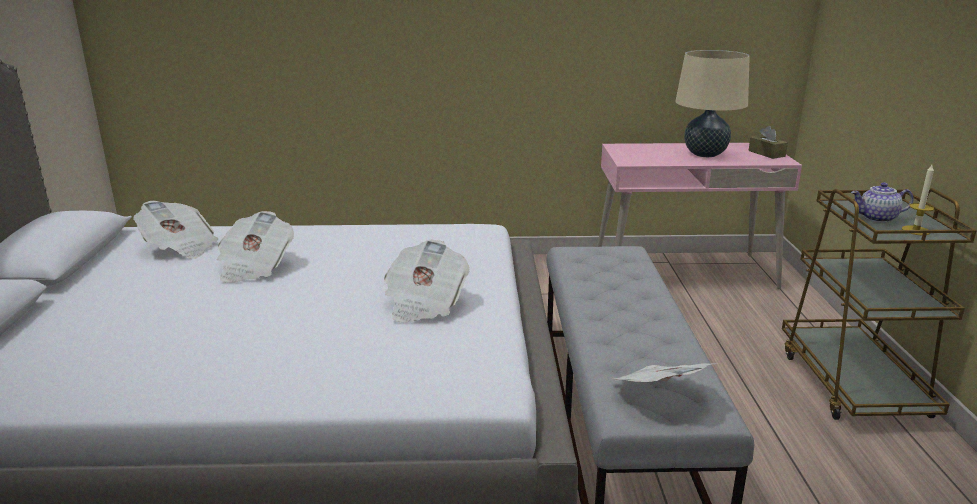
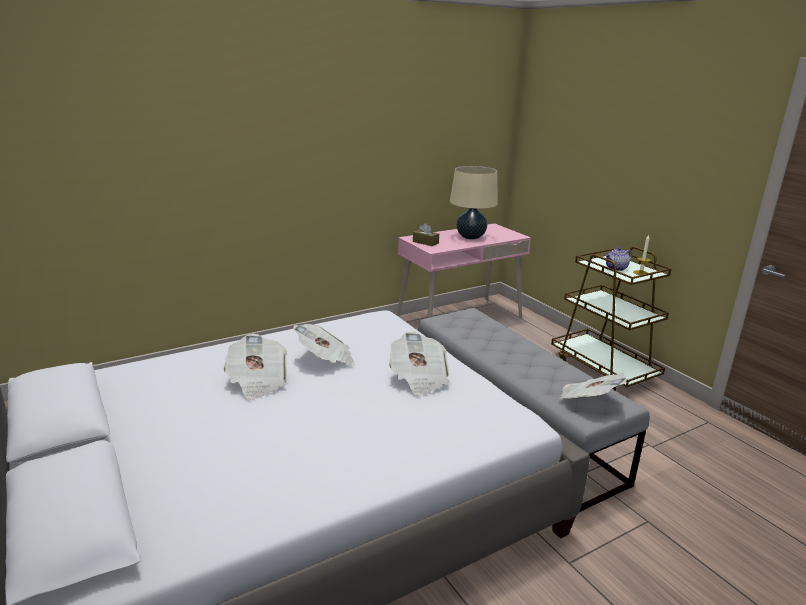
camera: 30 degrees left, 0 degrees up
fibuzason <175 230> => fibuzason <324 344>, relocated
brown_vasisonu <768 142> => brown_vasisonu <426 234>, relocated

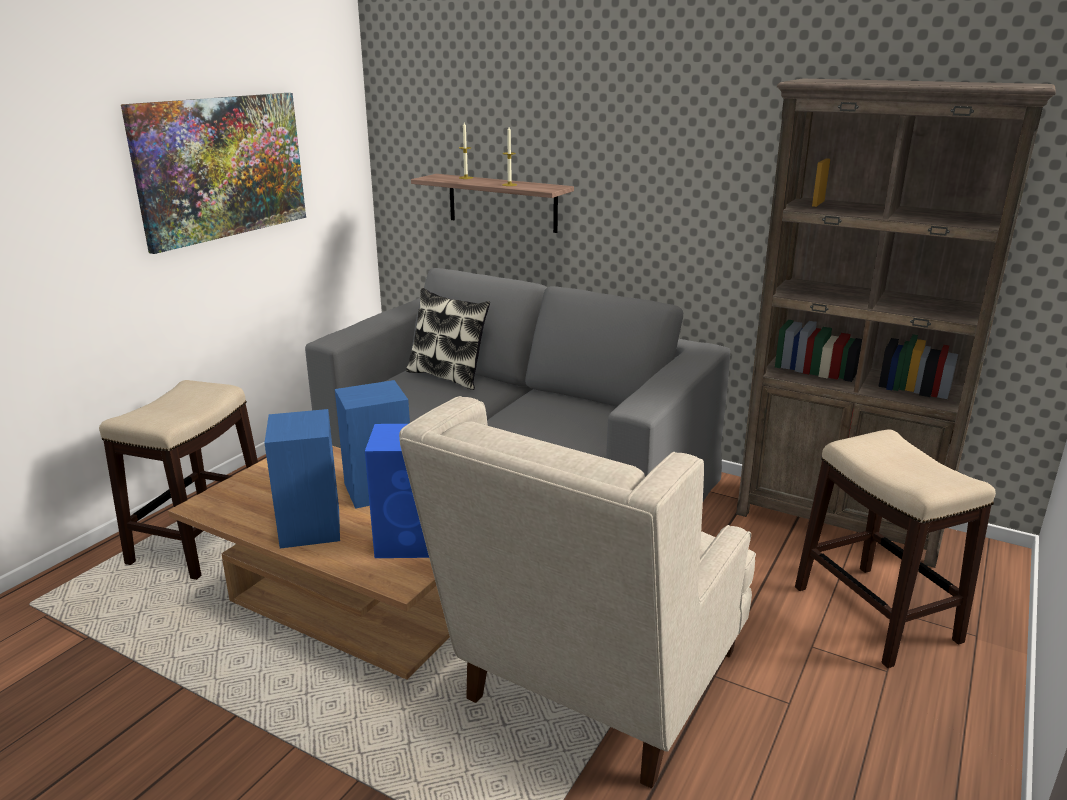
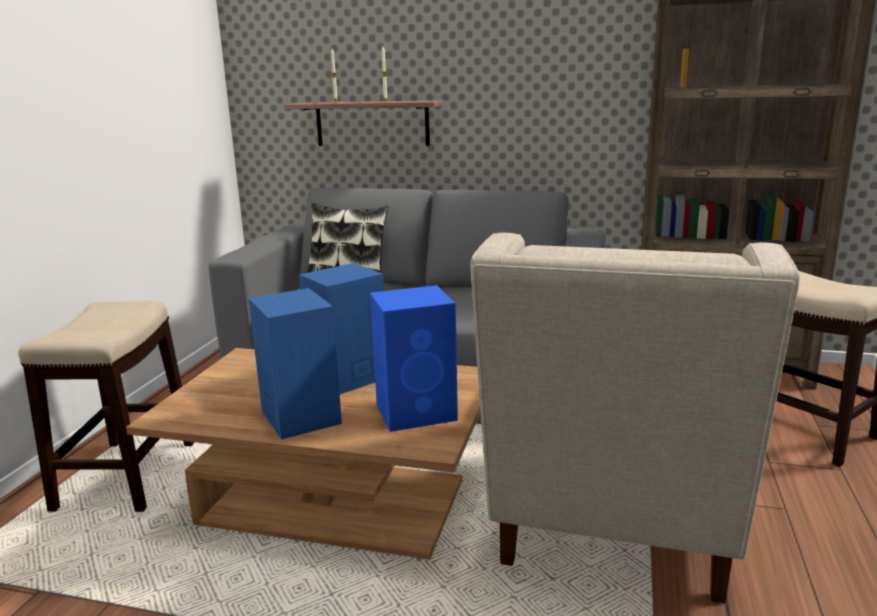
camera: 15 degrees left, 5 degrees down
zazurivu <213 173> => nothing

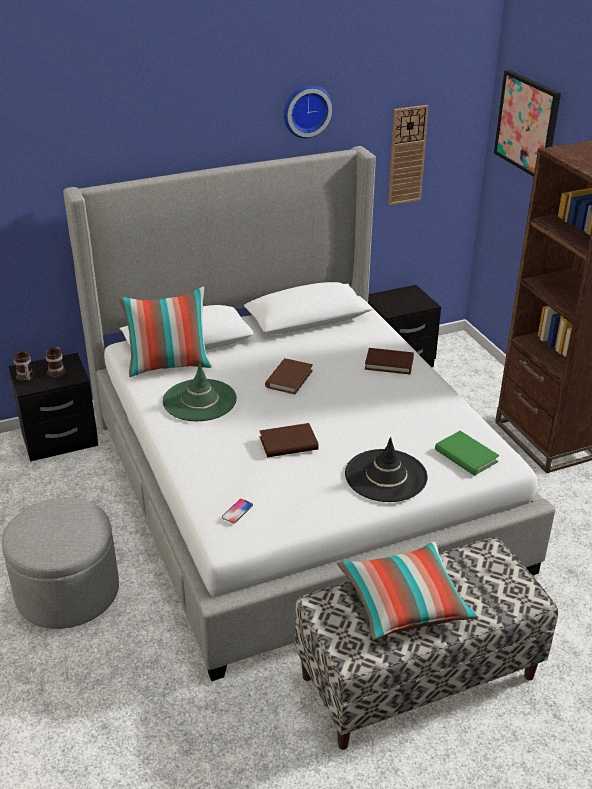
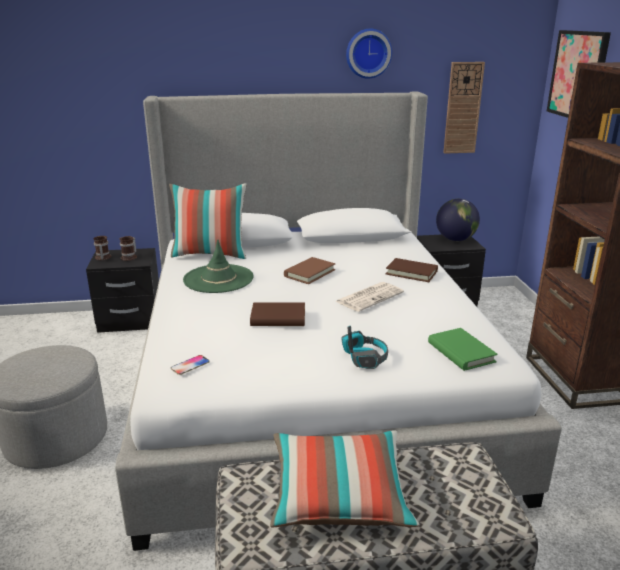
camera: 15 degrees right, 10 degrees down
nothing => fibuzason <369 297>
nothing => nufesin <458 220>
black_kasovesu <386 469> => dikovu <364 347>

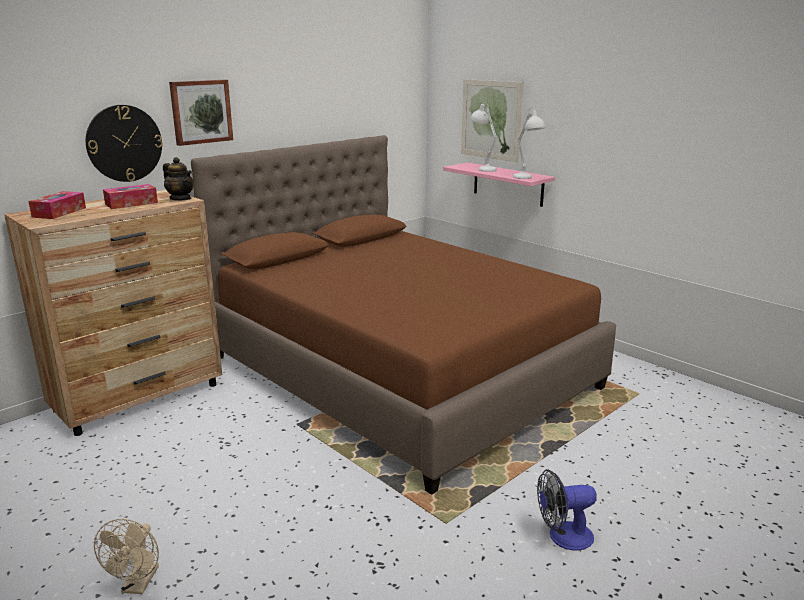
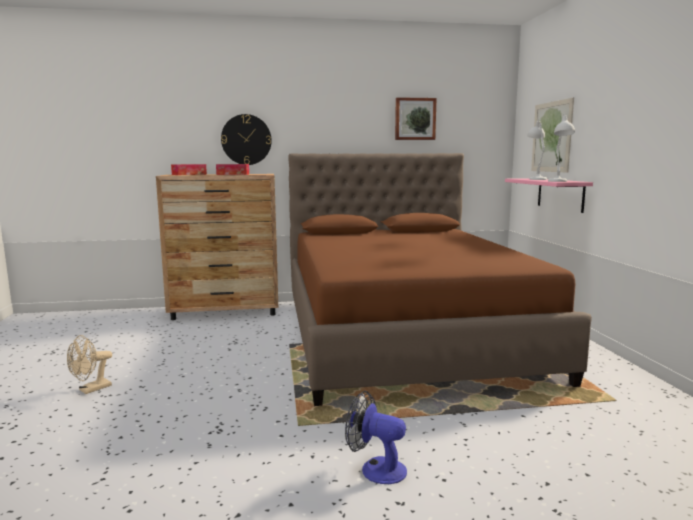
camera: 35 degrees right, 10 degrees down
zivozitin <178 178> => nothing
zazurivu <201 113> => zazurivu <416 118>, relocated

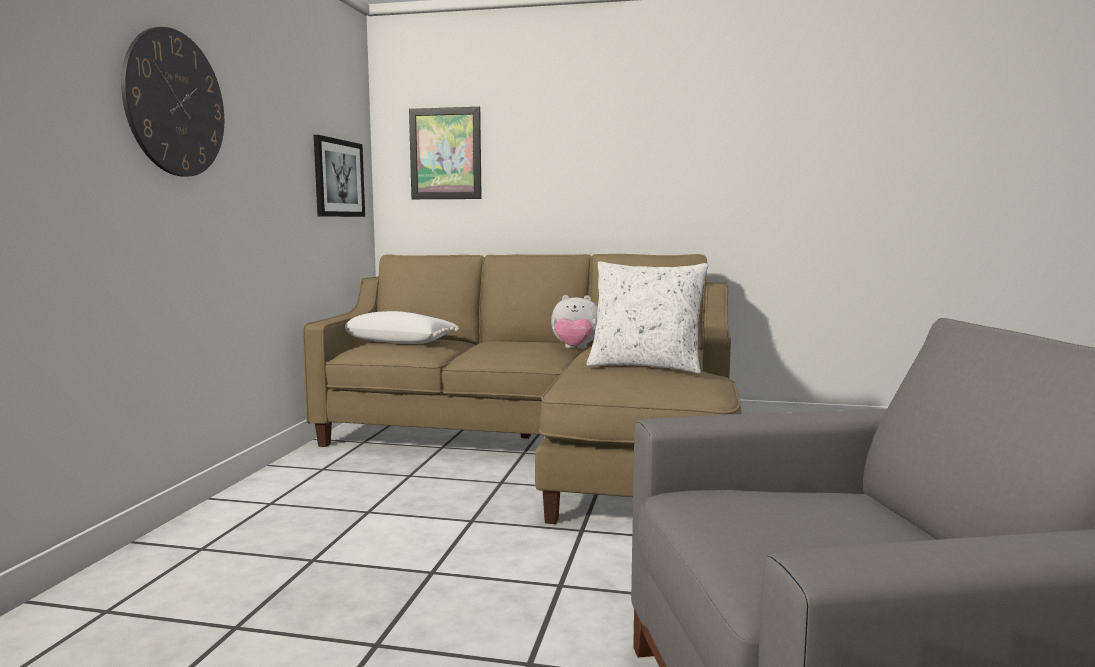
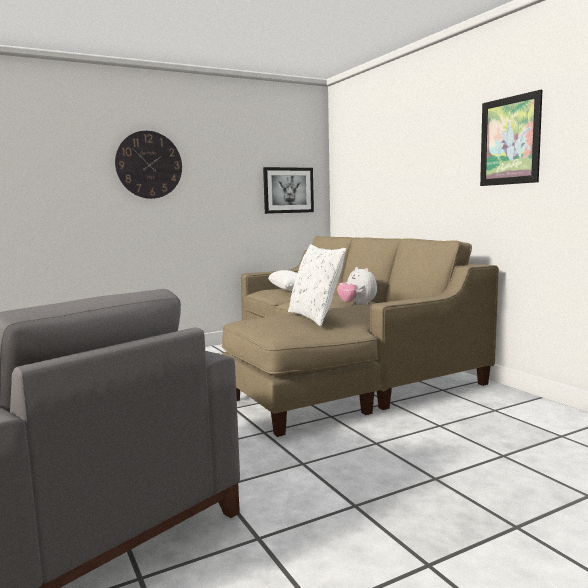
camera: 50 degrees right, 0 degrees up
zazurivu <445 153> => zazurivu <511 138>, relocated

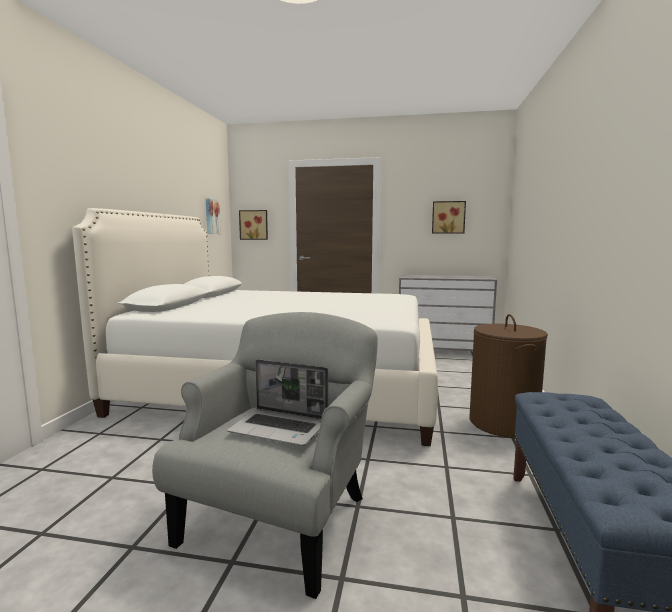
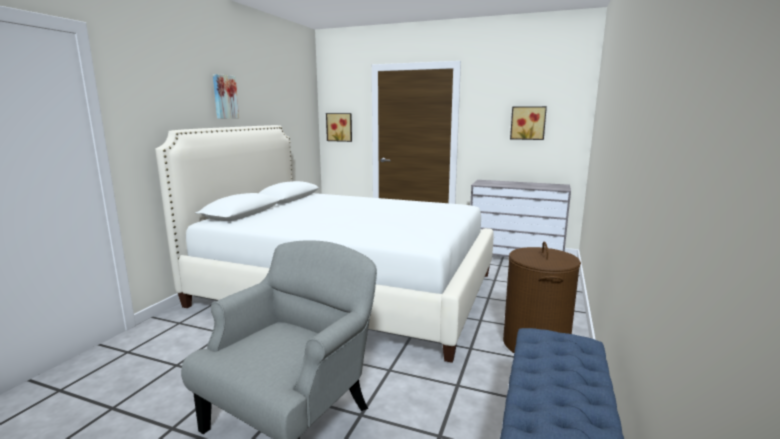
camera: 10 degrees right, 5 degrees up
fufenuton <277 402> => nothing
zazurivu <213 216> => zazurivu <226 96>, relocated

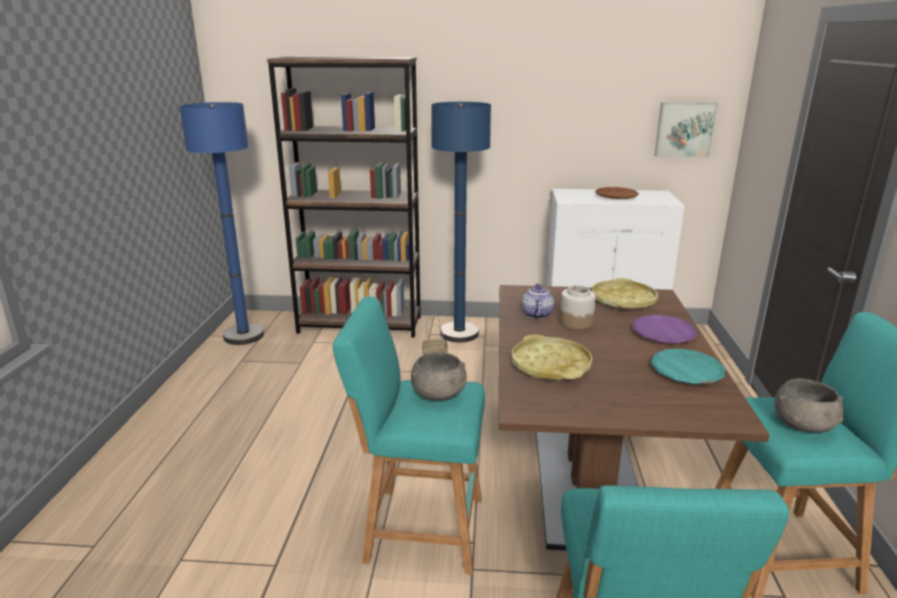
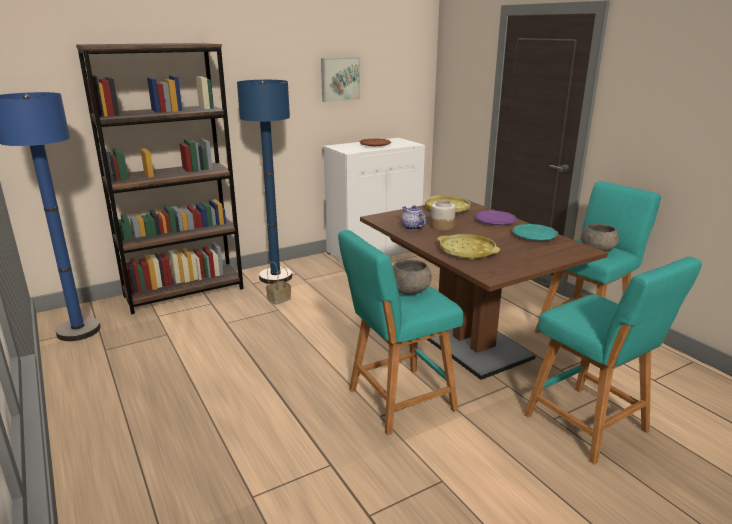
camera: 35 degrees left, 0 degrees up
zazurivu <686 130> => zazurivu <340 79>, relocated

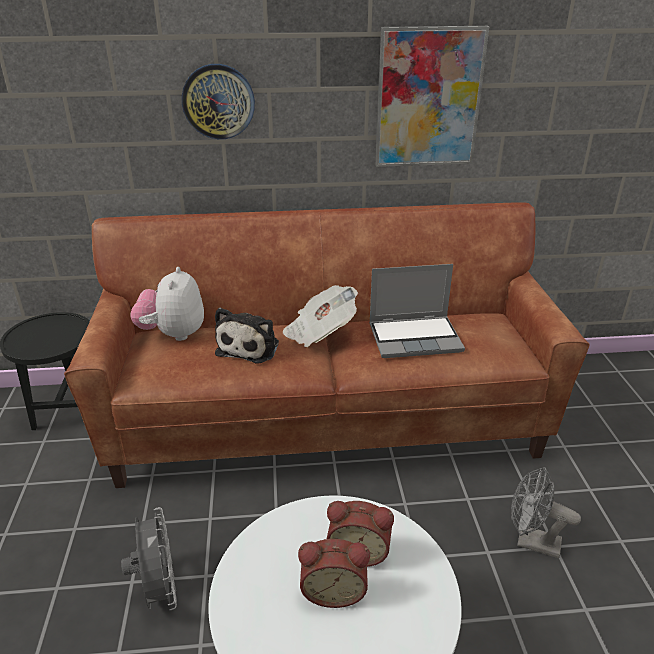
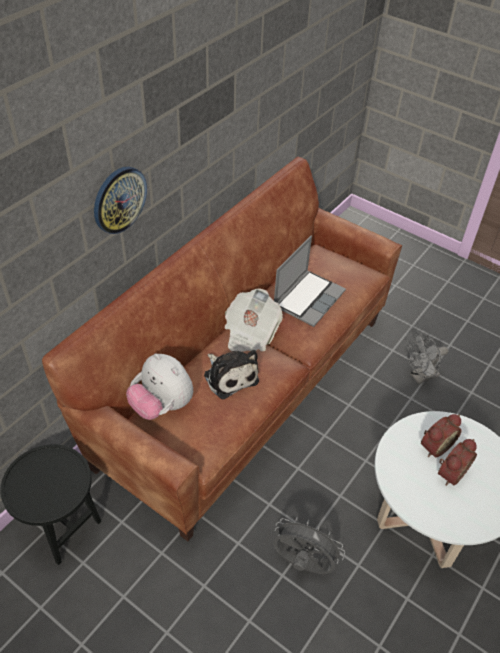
camera: 50 degrees left, 15 degrees up
zazurivu <432 96> => nothing

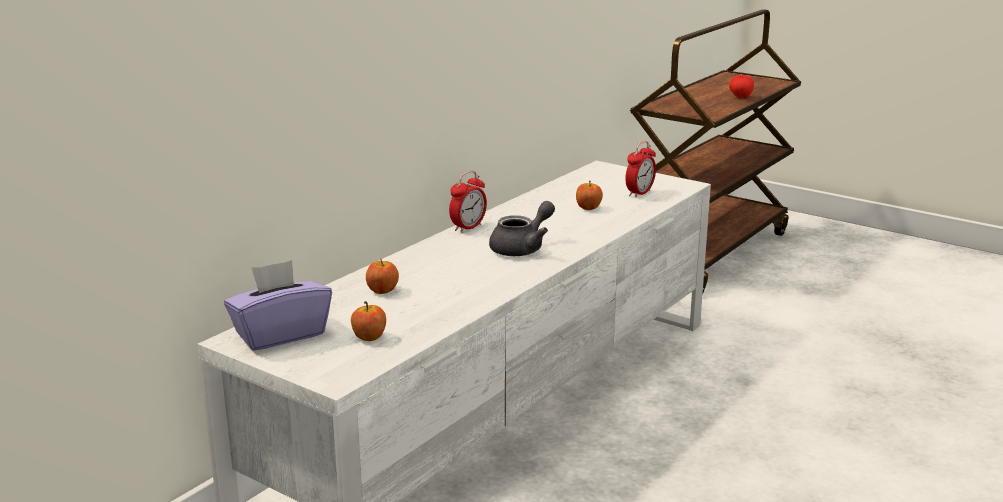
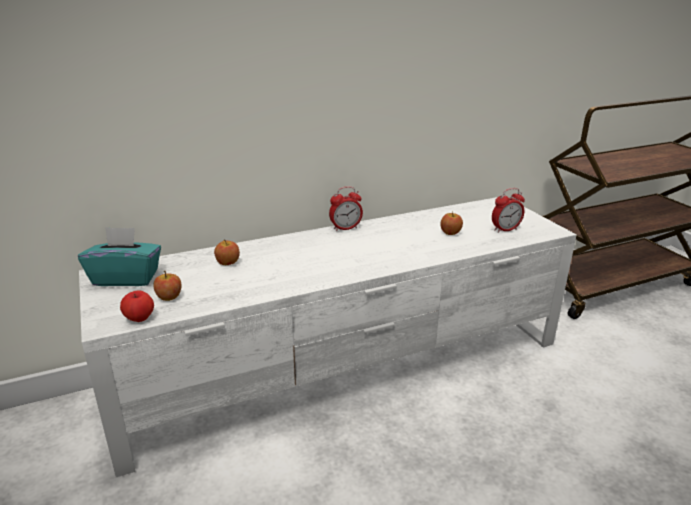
camera: 30 degrees right, 5 degrees up
grey_zivozitin <522 228> => nothing
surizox <741 86> => surizox <137 306>, relocated
purple_vasisonu <278 305> => turquoise_vasisonu <119 256>

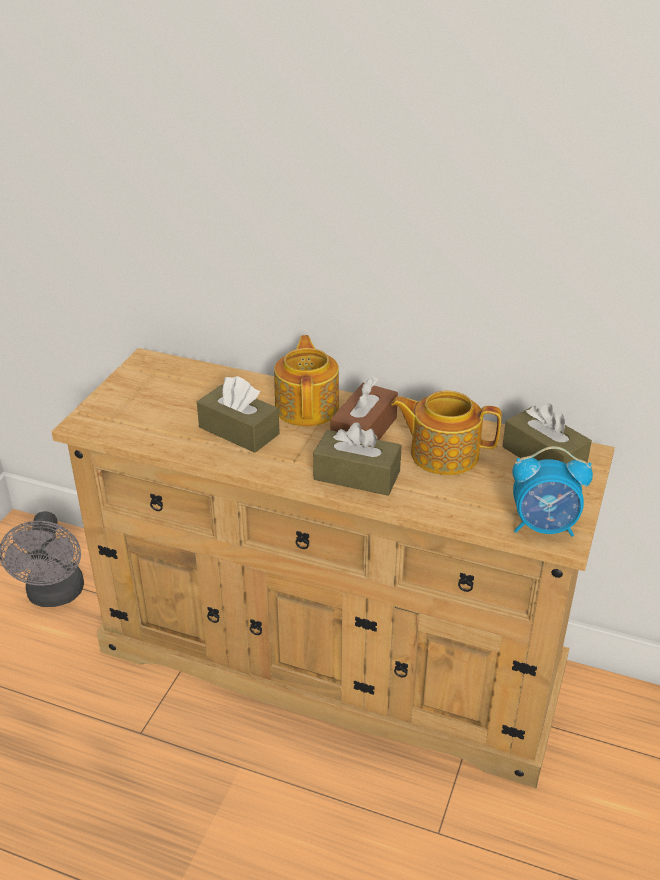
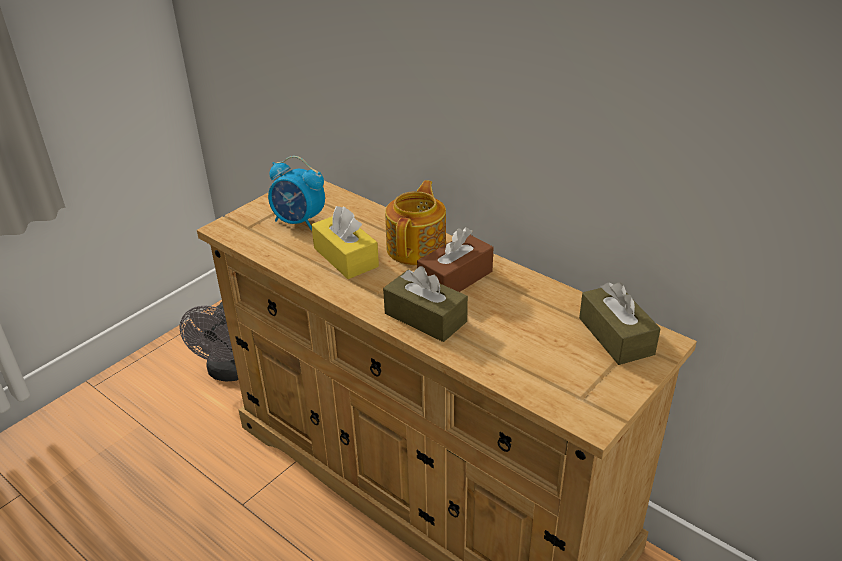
camera: 20 degrees right, 0 degrees up
zivozitin <446 433> => nothing
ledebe <552 491> => ledebe <296 193>, relocated
brown_vasisonu <238 414> => yellow_vasisonu <345 242>

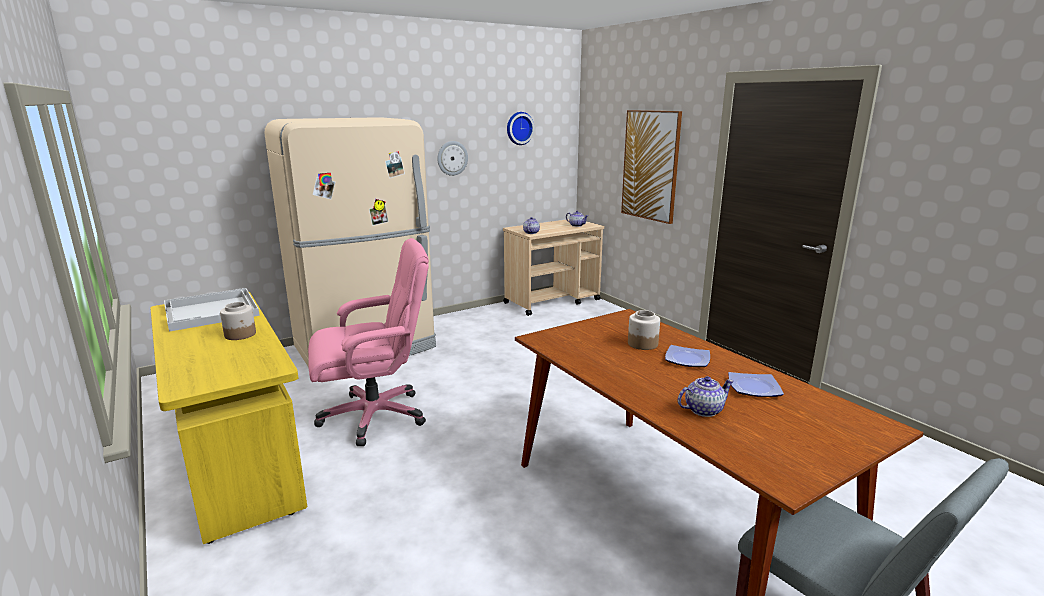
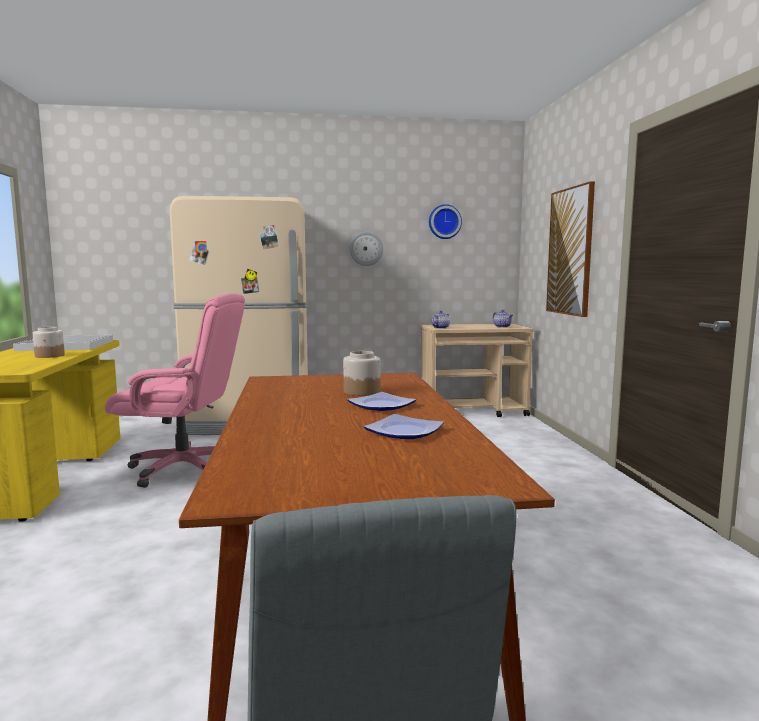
camera: 25 degrees right, 10 degrees down
zivozitin <706 396> => nothing

